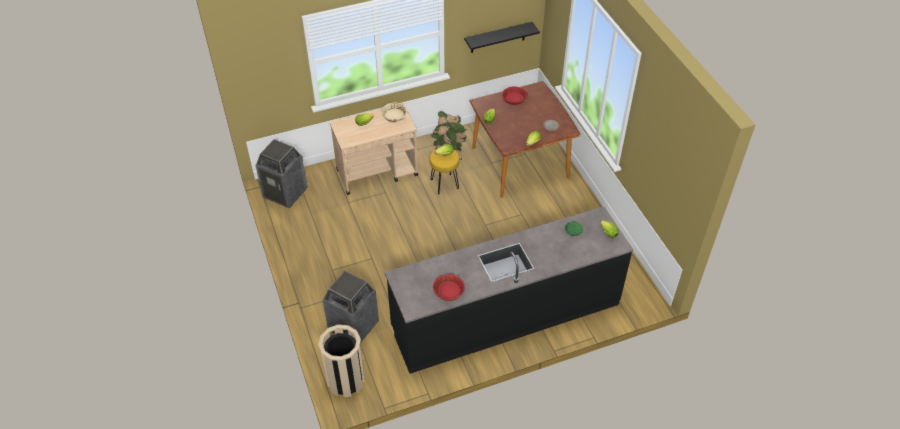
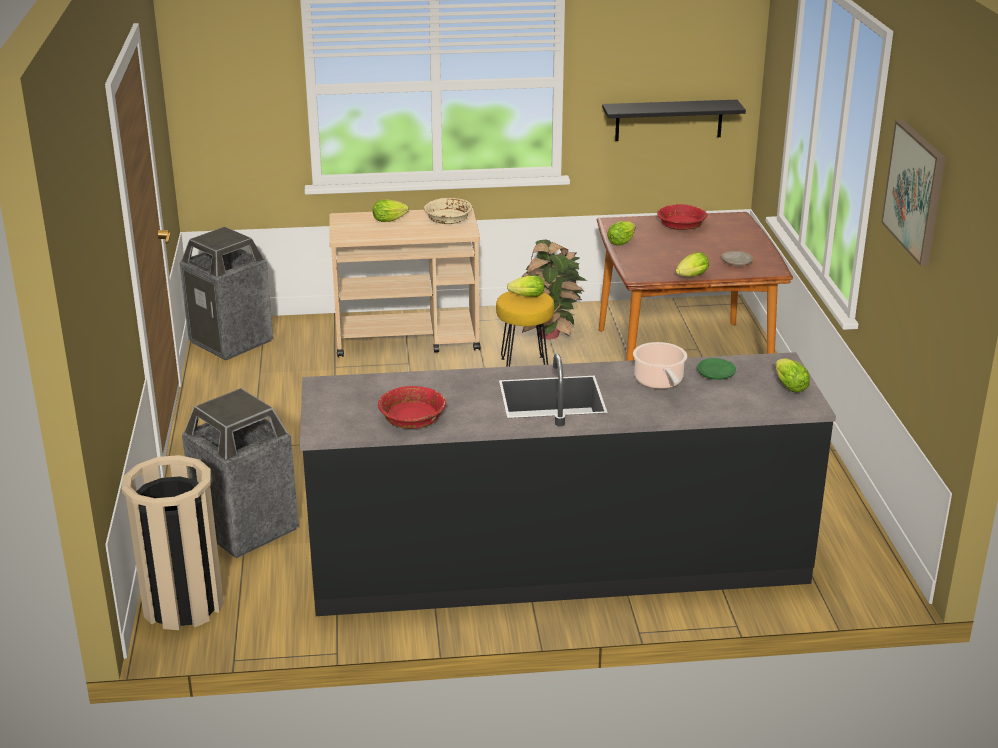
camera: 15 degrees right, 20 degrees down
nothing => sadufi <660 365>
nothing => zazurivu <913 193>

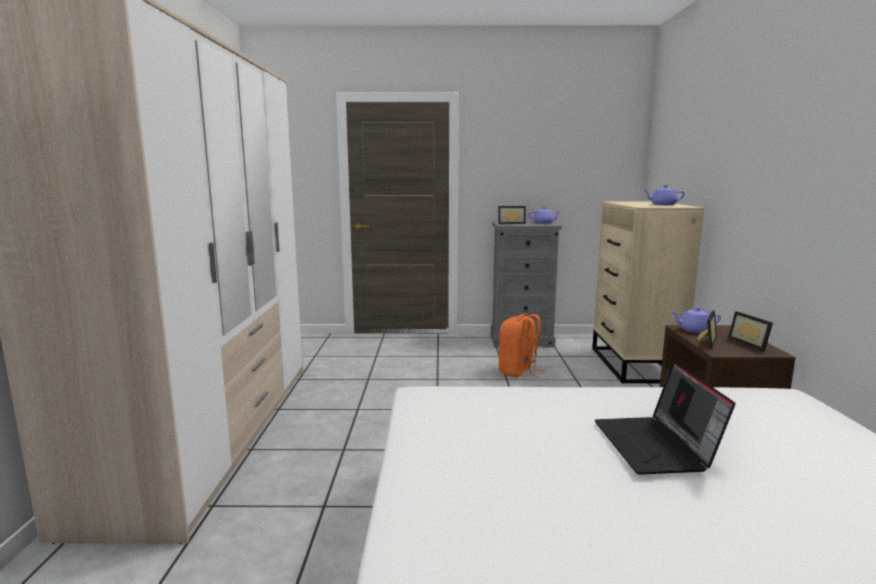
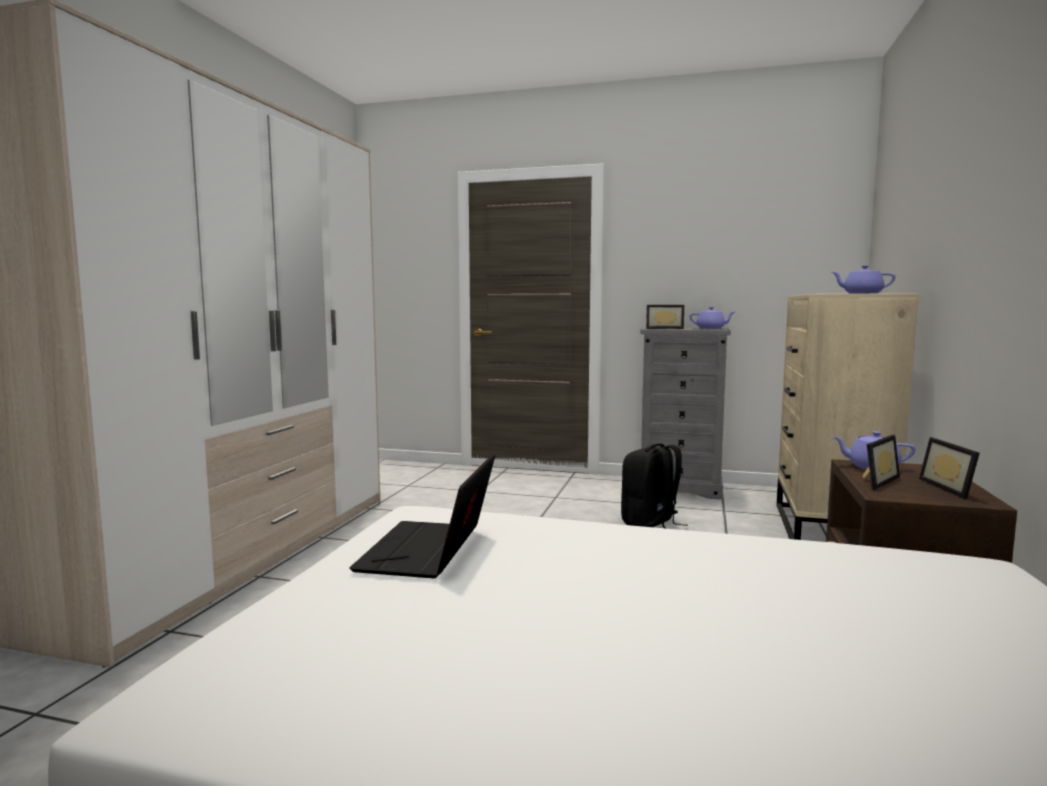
camera: 15 degrees right, 5 degrees down
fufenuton <665 418> => fufenuton <422 515>, relocated
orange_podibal <522 346> => black_podibal <654 486>

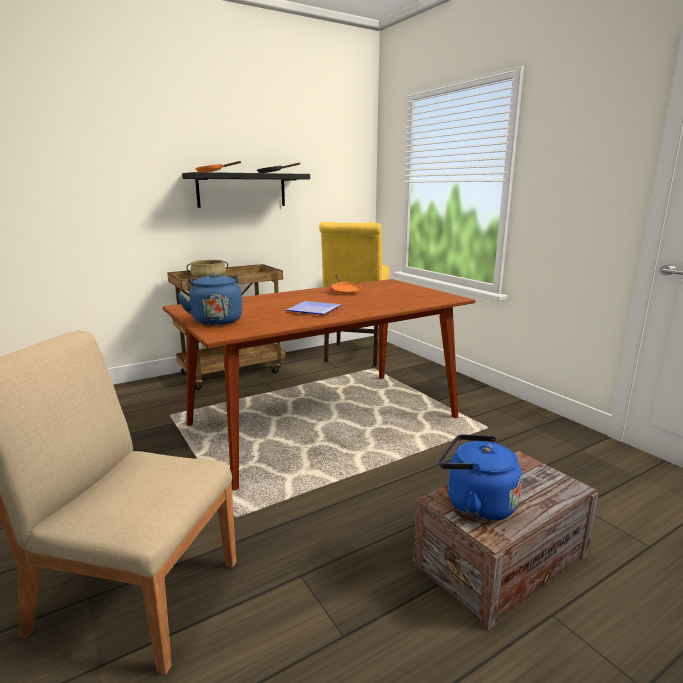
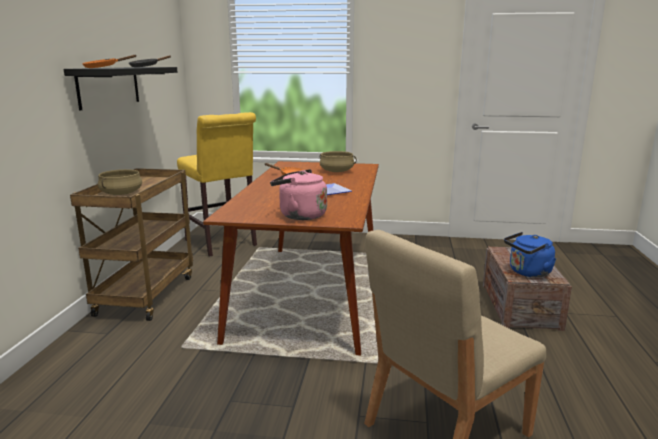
camera: 50 degrees left, 0 degrees up
nothing => beige_sadufi <338 161>
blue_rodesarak <209 299> => pink_rodesarak <298 194>

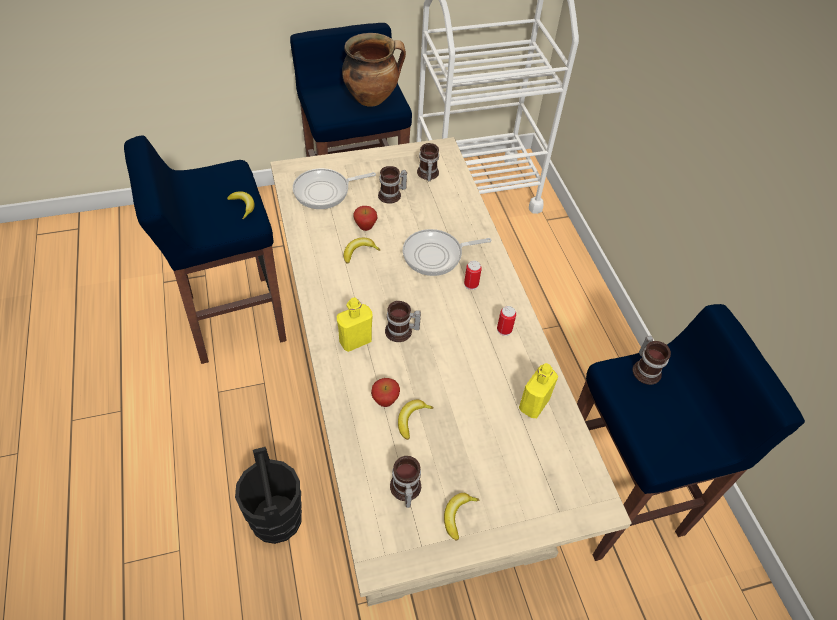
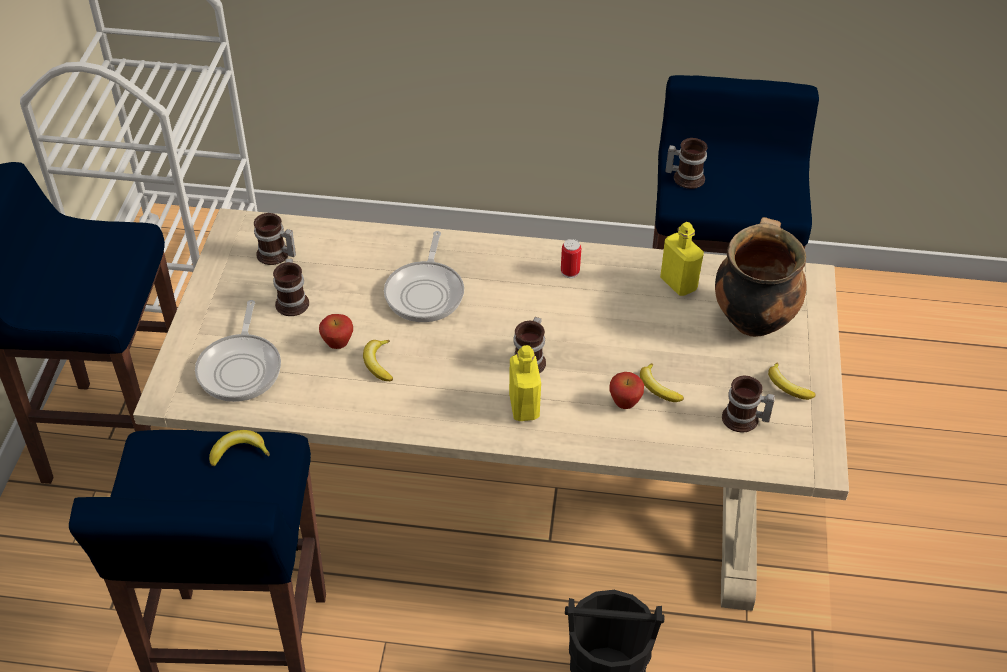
camera: 65 degrees left, 5 degrees down
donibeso <473 275> => nothing
sadufi <374 70> => sadufi <760 277>, relocated

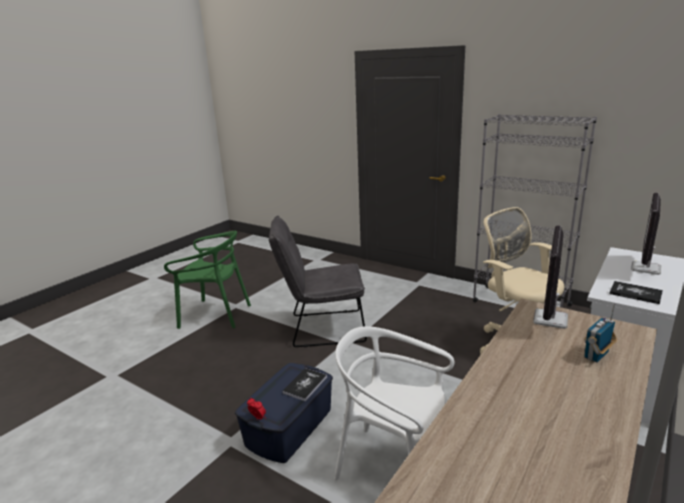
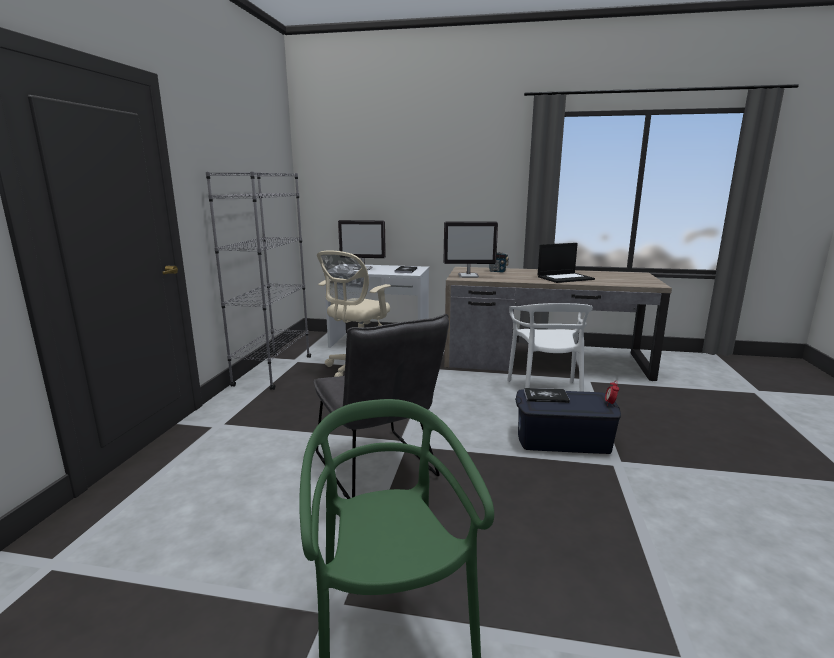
camera: 115 degrees left, 5 degrees down
nothing => fufenuton <566 263>

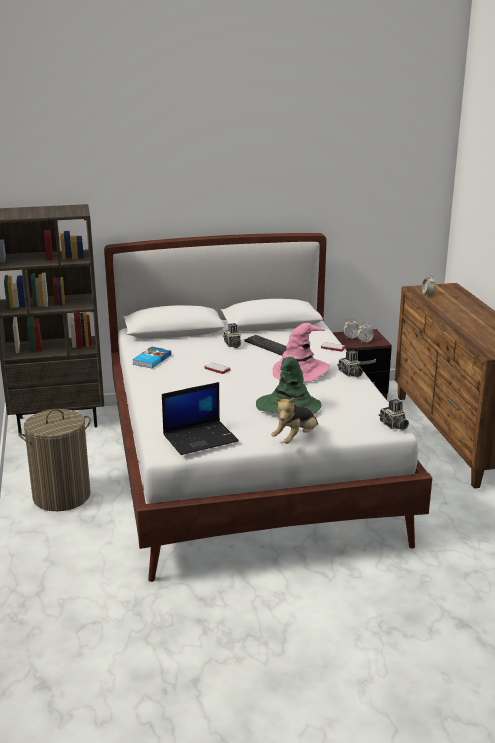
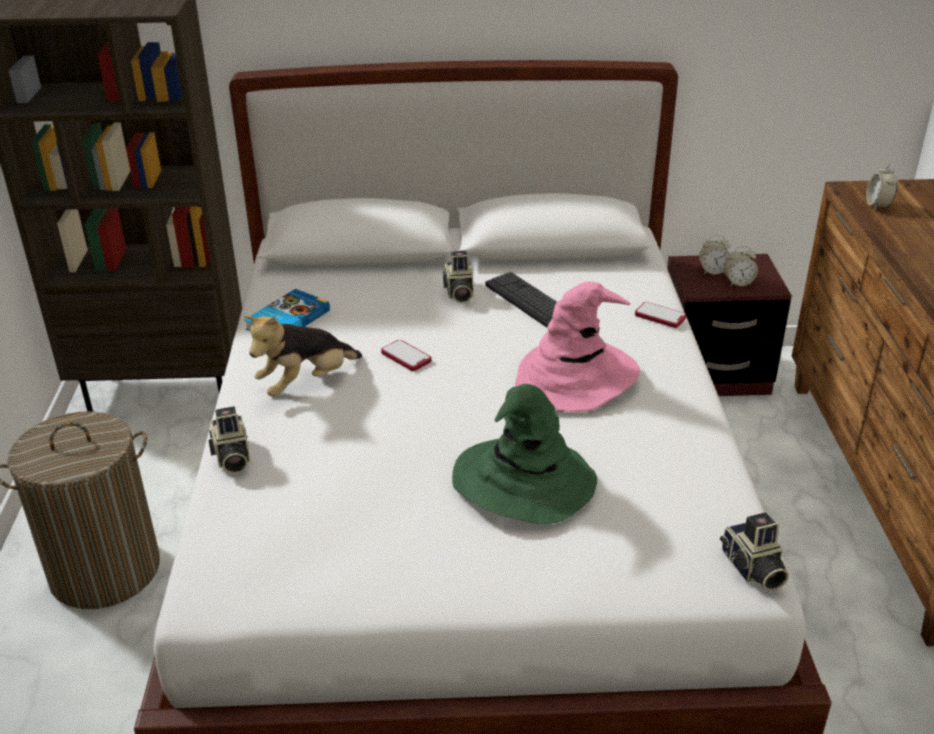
camera: 10 degrees right, 10 degrees up
fufenuton <200 418> => nothing
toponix <294 421> => toponix <303 356>, relocated
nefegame <350 363> => nefegame <229 440>, relocated

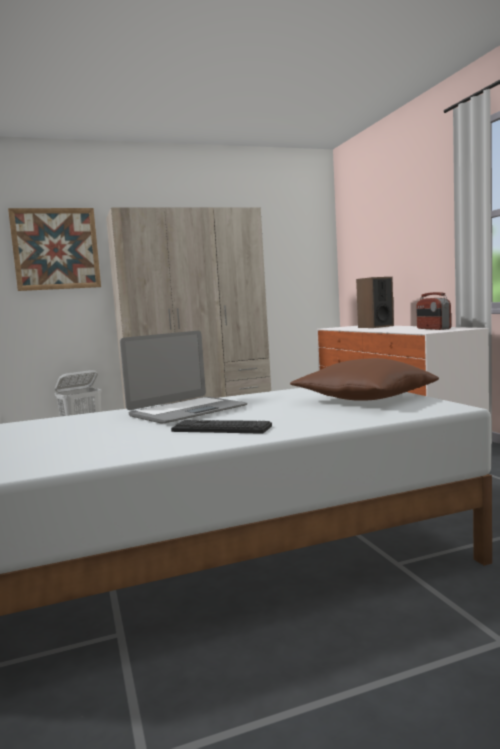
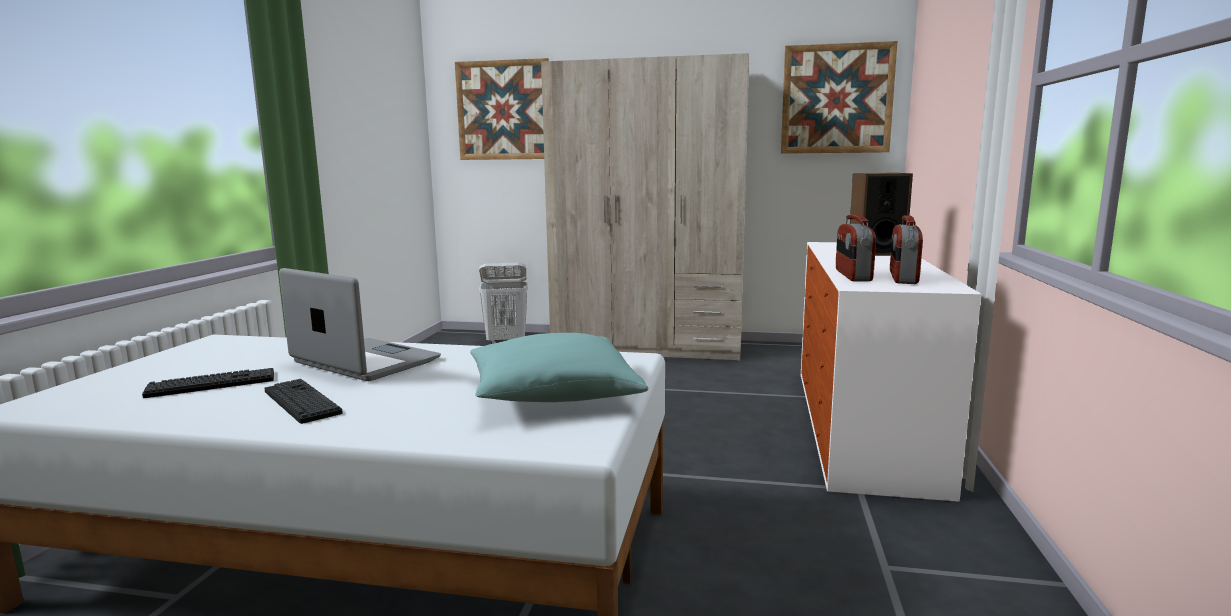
camera: 30 degrees right, 5 degrees up
nothing => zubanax <208 383>
nothing => zazurivu <839 97>
nothing => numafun <856 248>
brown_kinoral <364 379> => turquoise_kinoral <559 367>
fufenuton <183 377> => fufenuton <360 324>, 135 degrees counterclockwise

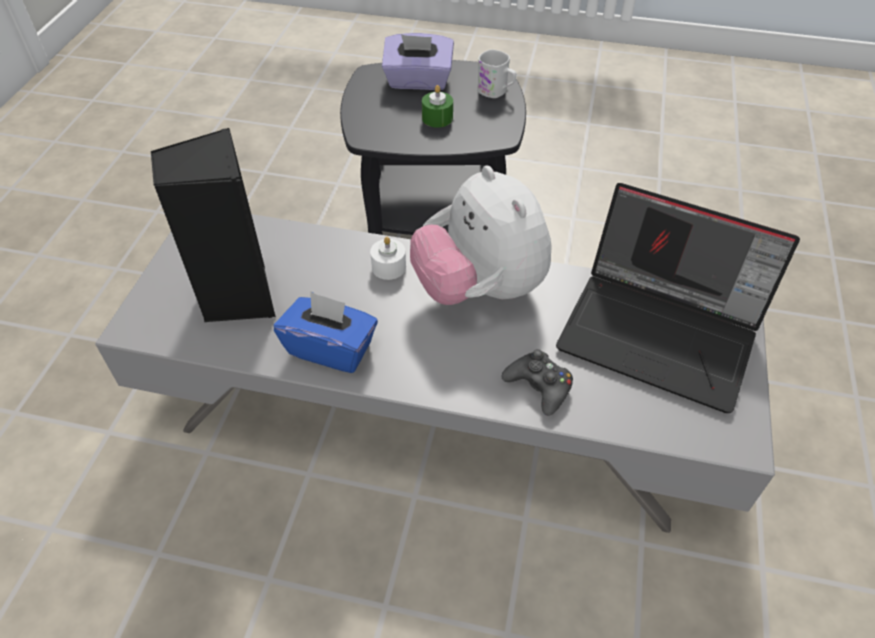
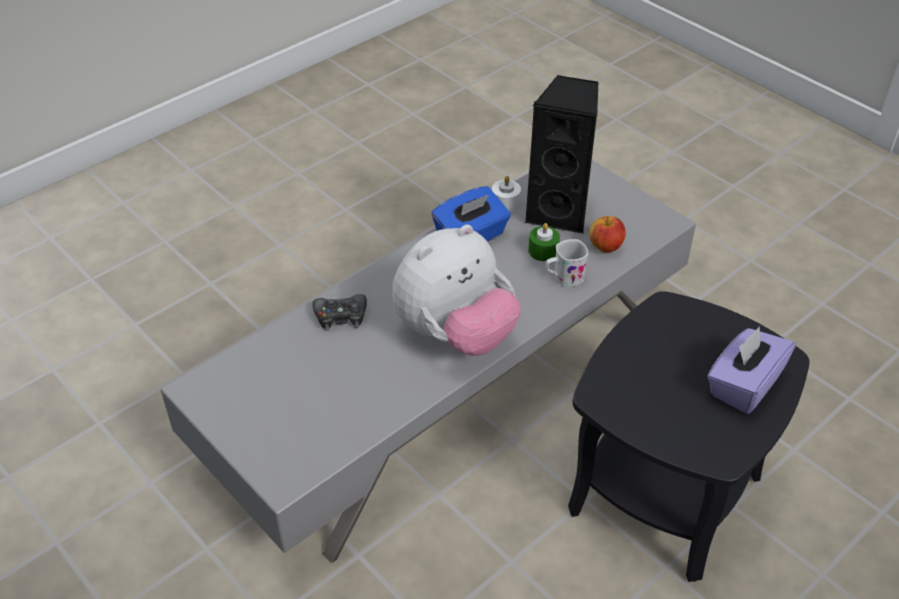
camera: 125 degrees right, 5 degrees down
fufenuton <678 298> => nothing
nothing => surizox <607 234>
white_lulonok <388 258> => white_lulonok <506 194>, relocated
green_lulonok <437 106> => green_lulonok <544 242>, relocated
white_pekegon <497 73> => white_pekegon <566 263>, relocated
toponix <481 235> => toponix <456 290>, 135 degrees clockwise

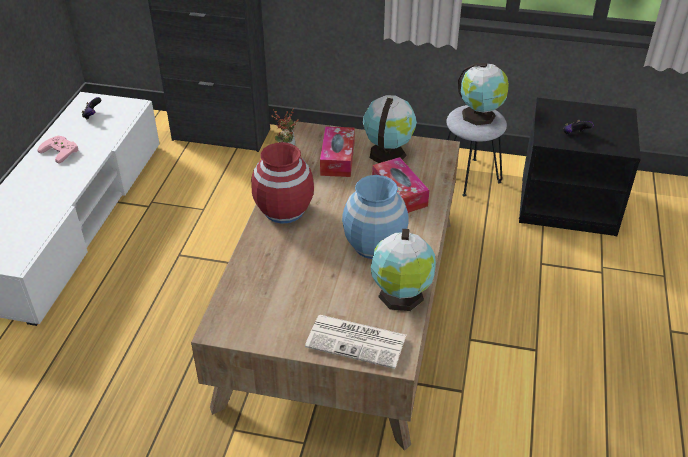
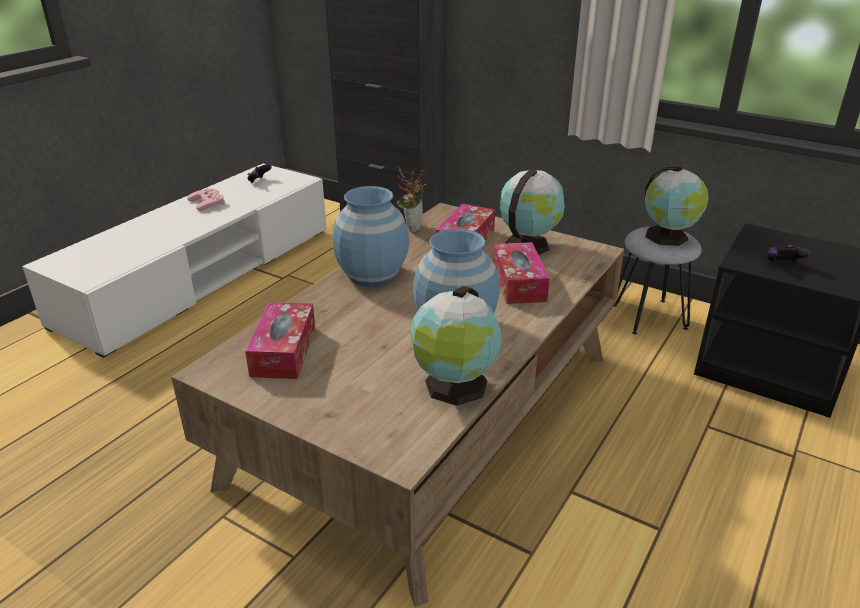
camera: 20 degrees right, 10 degrees down
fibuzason <355 342> => nothing
nothing => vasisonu <280 340>
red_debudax <282 183> => blue_debudax <370 236>

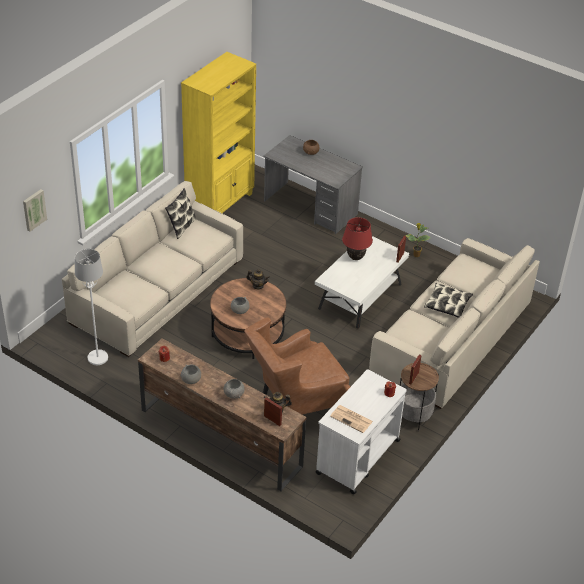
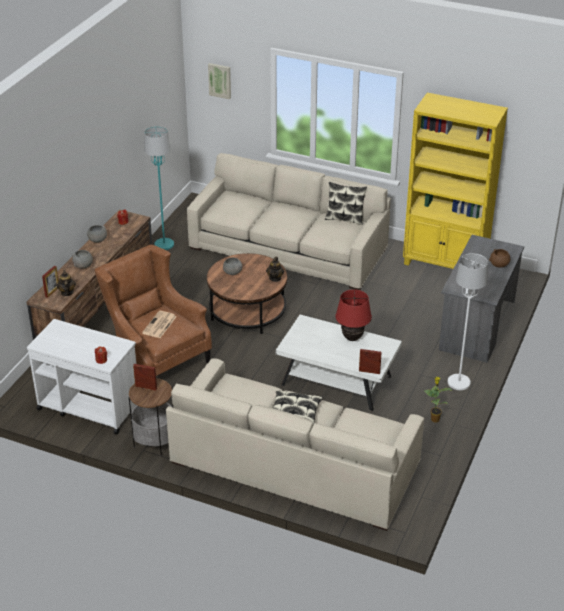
camera: 80 degrees right, 5 degrees down
nothing => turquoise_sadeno <159 188>
white_sadeno <91 307> => white_sadeno <468 321>, relocated
fibuzason <351 419> => fibuzason <159 324>, relocated

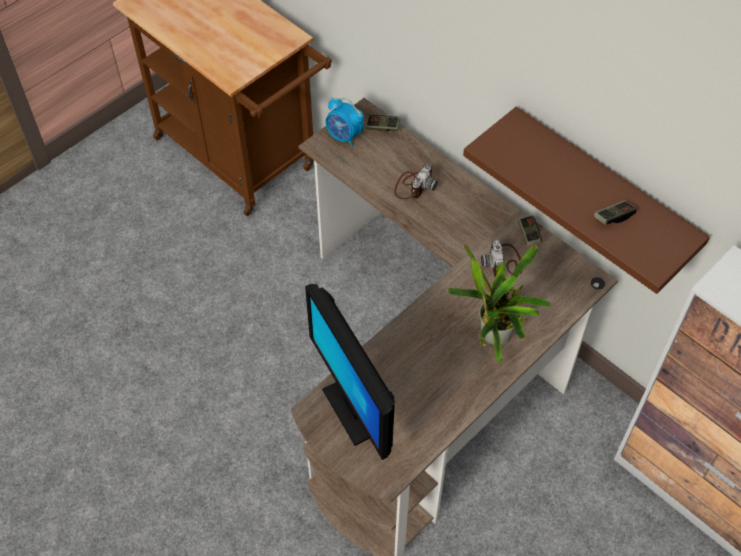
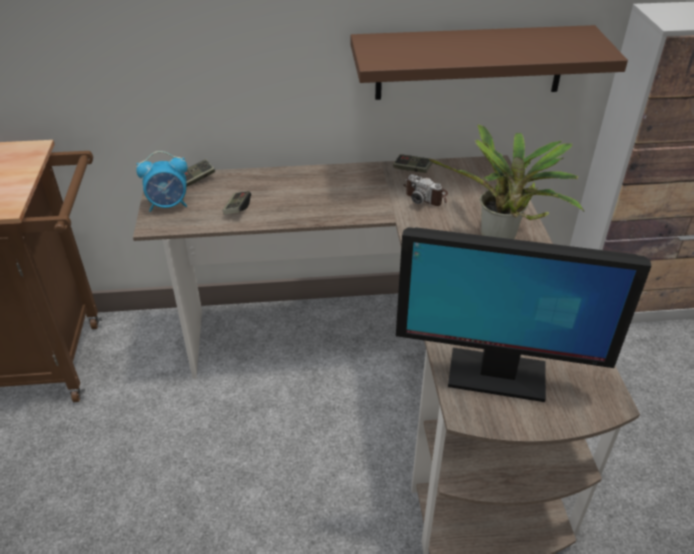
camera: 50 degrees left, 15 degrees down
nefegame <416 181> => nothing
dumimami <615 212> => dumimami <237 203>, relocated

